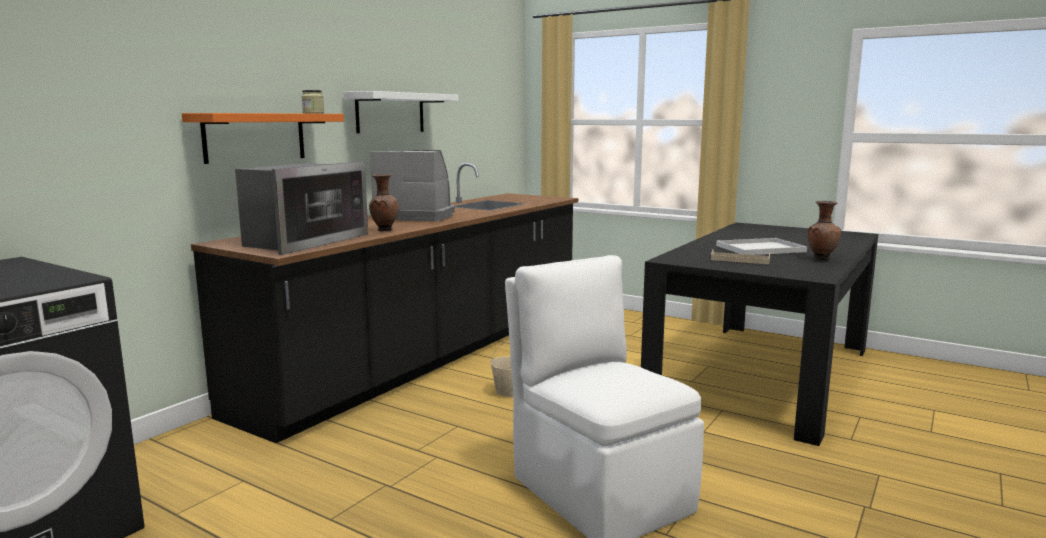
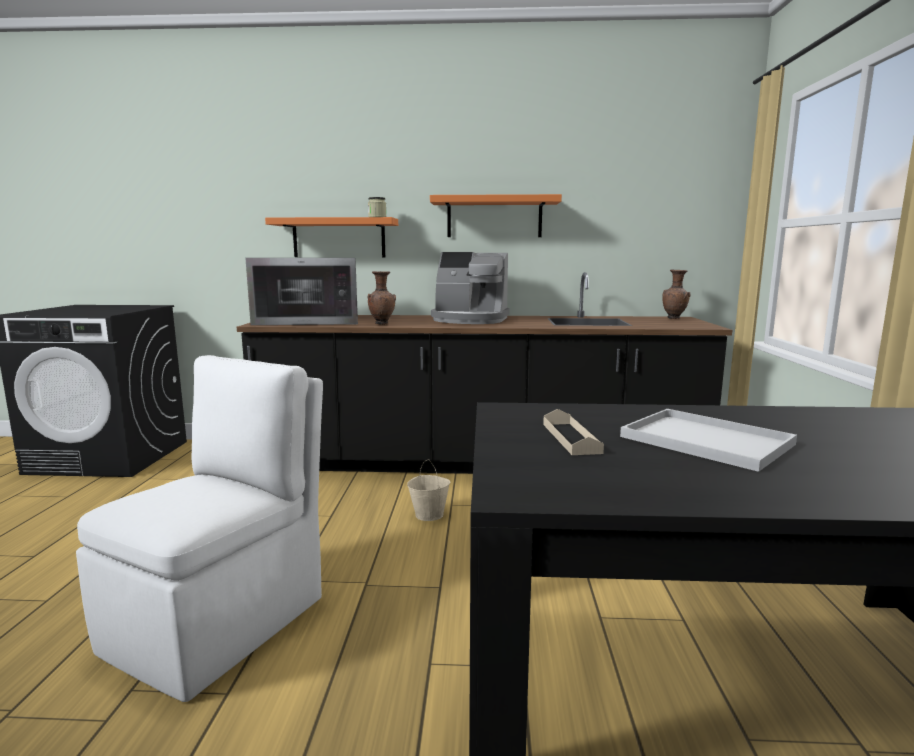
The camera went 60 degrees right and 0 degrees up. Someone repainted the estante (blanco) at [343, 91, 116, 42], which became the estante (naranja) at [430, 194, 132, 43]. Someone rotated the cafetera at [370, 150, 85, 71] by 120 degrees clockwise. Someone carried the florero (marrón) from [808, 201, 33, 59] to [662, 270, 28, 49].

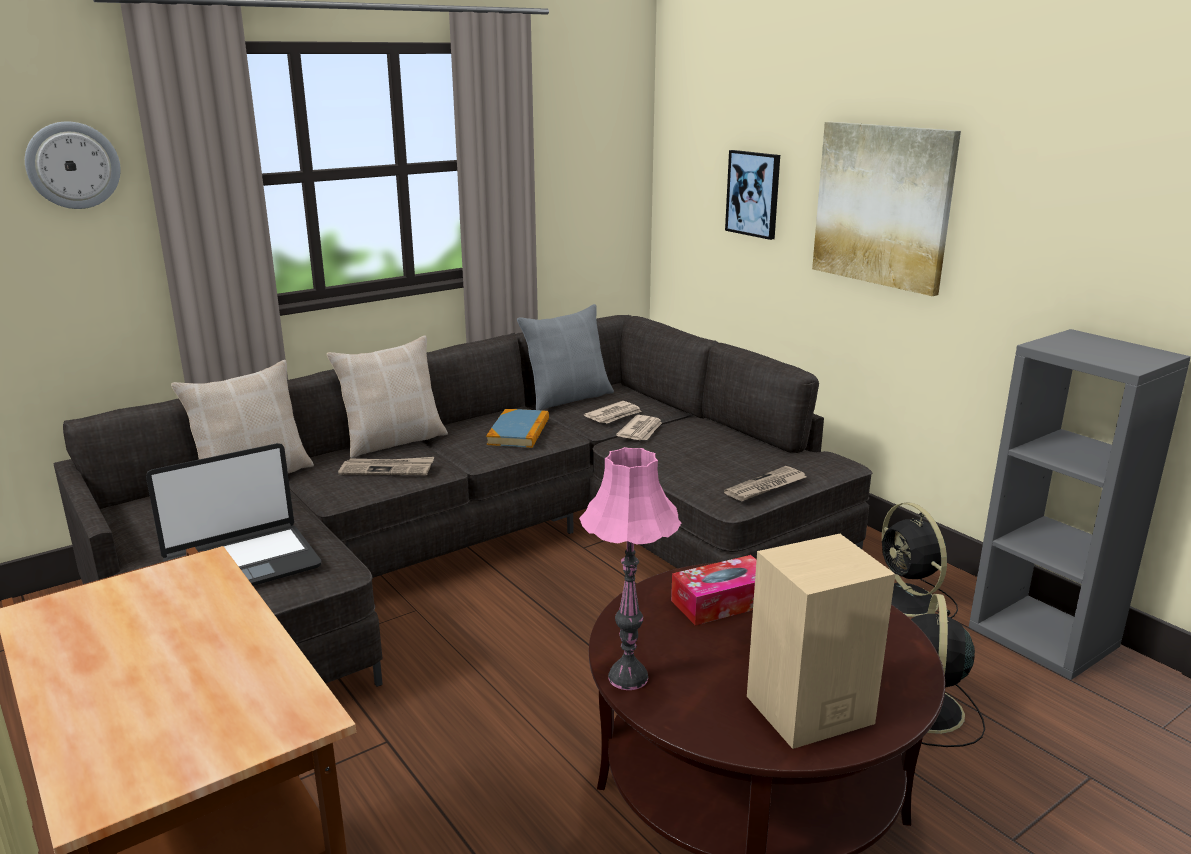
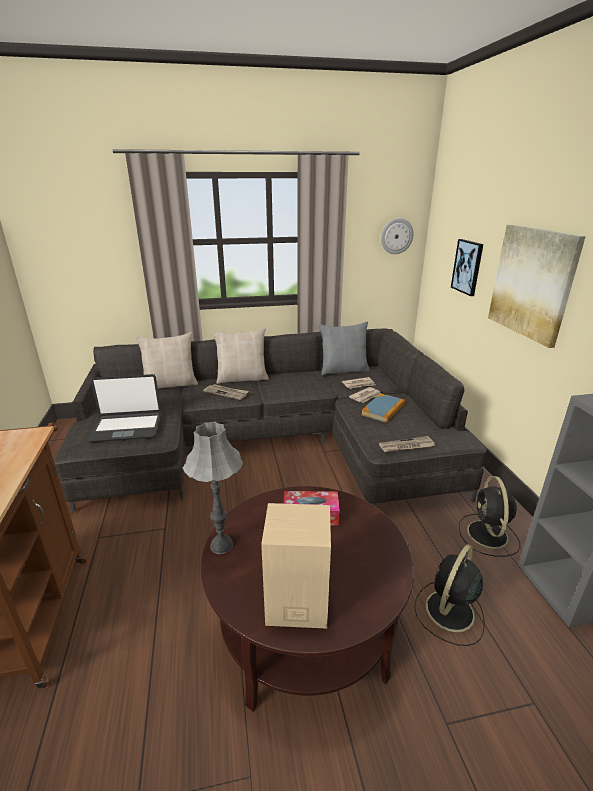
The camera went 25 degrees right and 5 degrees up. Someone carried the reloj de pared from [25, 121, 96, 88] to [381, 218, 32, 36]. Someone carried the libro from [486, 409, 63, 39] to [361, 393, 44, 30]. Someone repainted the lámpara de mesa (rosa) at [579, 447, 102, 243], which became the lámpara de mesa (gris) at [183, 422, 60, 132].

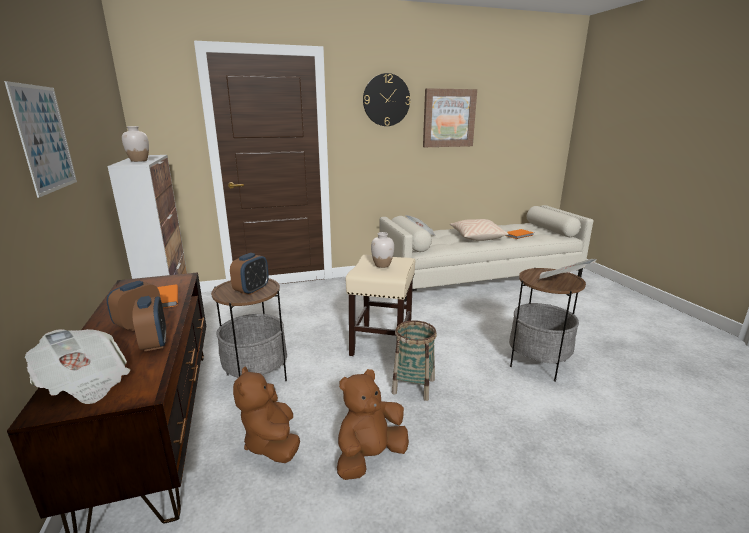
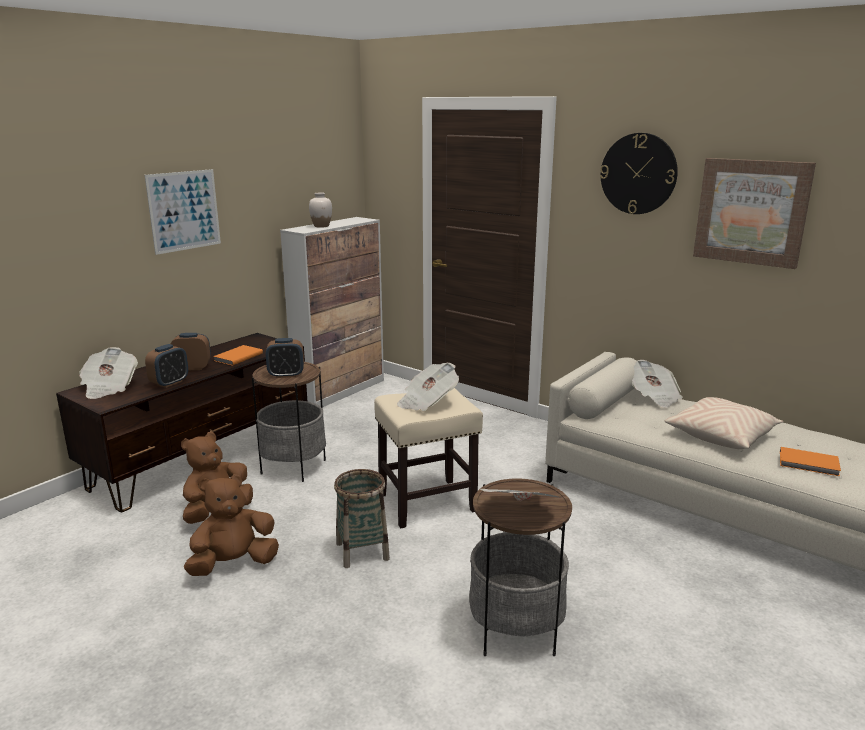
The camera went 55 degrees right and 0 degrees up. Someone swapped the florero (blanco) at [371, 232, 23, 36] for the periódico at [397, 363, 62, 48]. Someone rotated the peluche (marrón) at [337, 369, 72, 111] by 45 degrees counterclockwise.

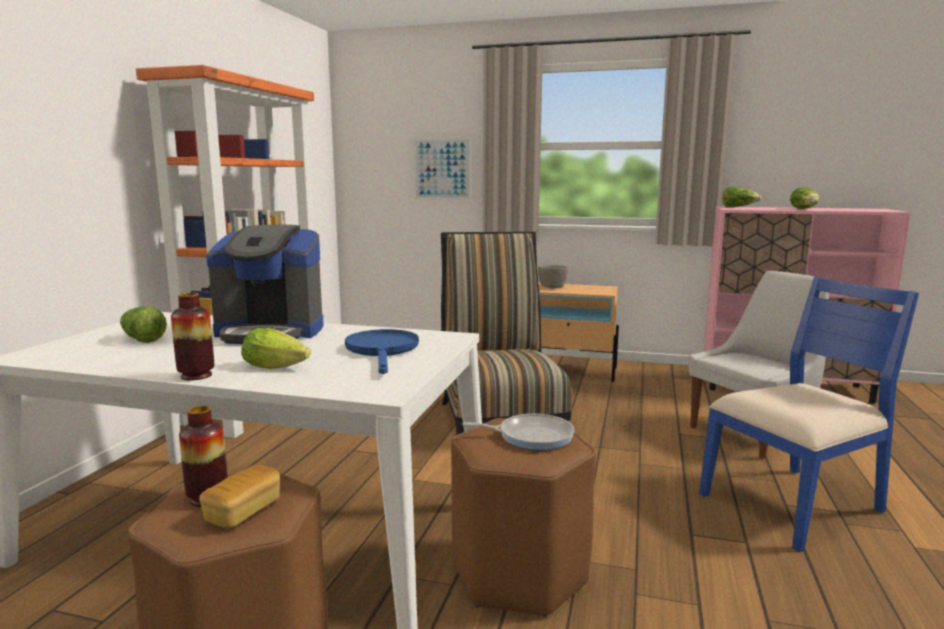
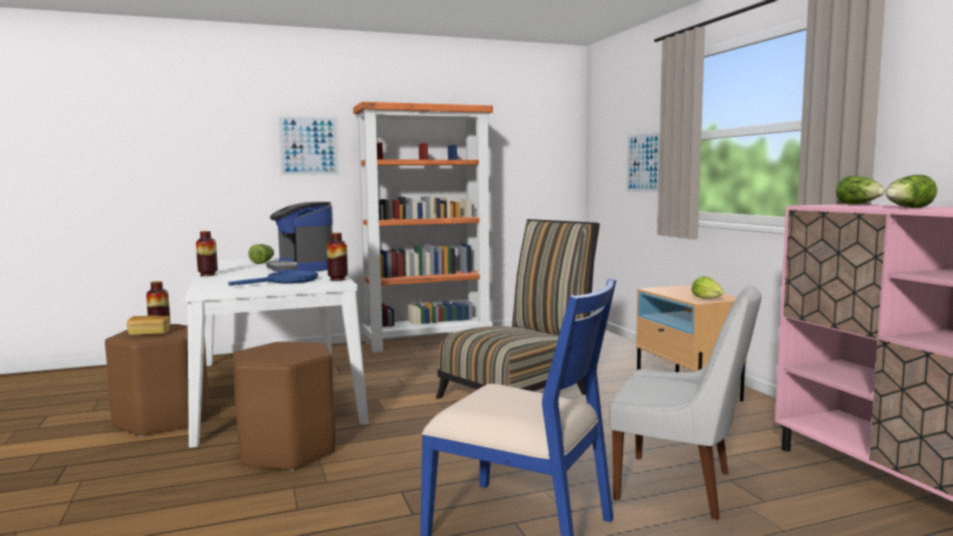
The camera went 55 degrees right and 5 degrees down. Someone took away the cuenco (gris) at [538, 265, 30, 23]. Someone carried the lechuga from [241, 328, 70, 41] to [691, 276, 33, 23]. Someone took away the sartén at [462, 414, 112, 36]. Someone put up the cuadro at [277, 115, 63, 61]. Someone put down the florero at [327, 233, 21, 48].

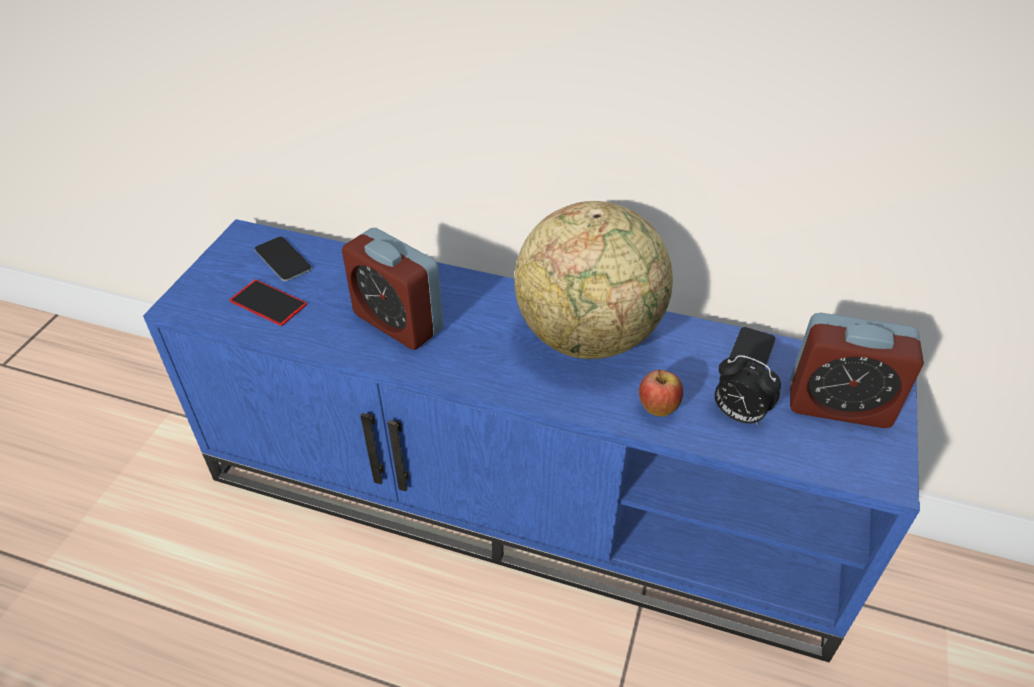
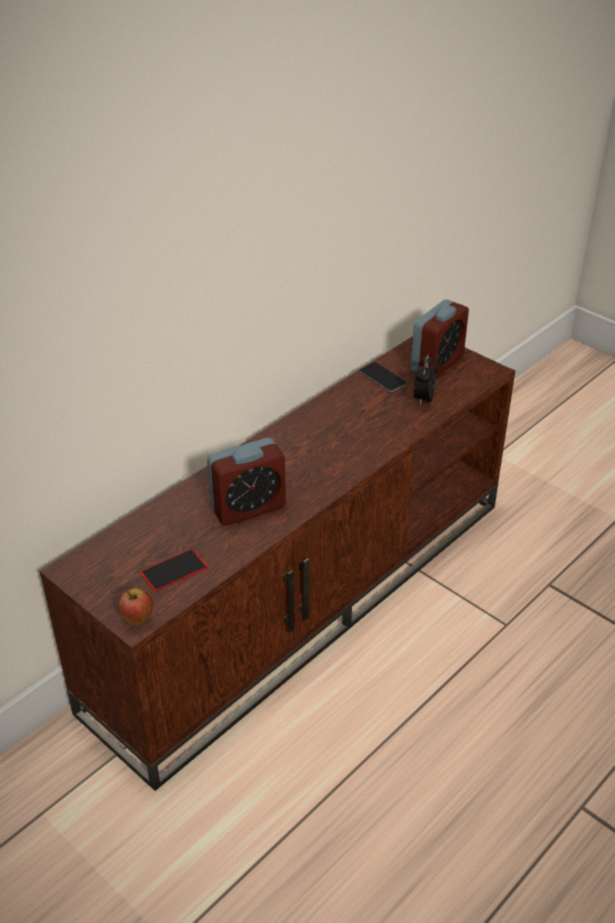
The camera went 65 degrees left and 5 degrees down. Someone took away the globo terráqueo at [514, 201, 159, 158]. Someone repainted the mueble de televisión (azul) at [143, 219, 777, 443], which became the mueble de televisión (marrón) at [39, 336, 476, 455]. Someone took away the móvil at [255, 237, 57, 44]. Someone rotated the despertador at [715, 355, 66, 71] by 135 degrees clockwise. Someone carried the manzana from [639, 369, 44, 47] to [118, 588, 35, 37].

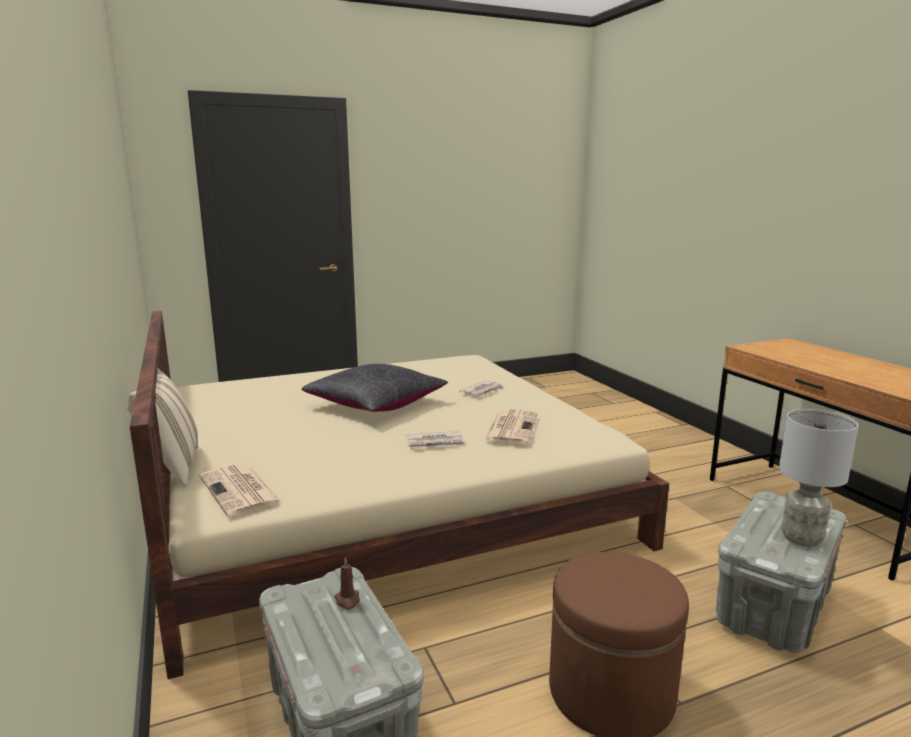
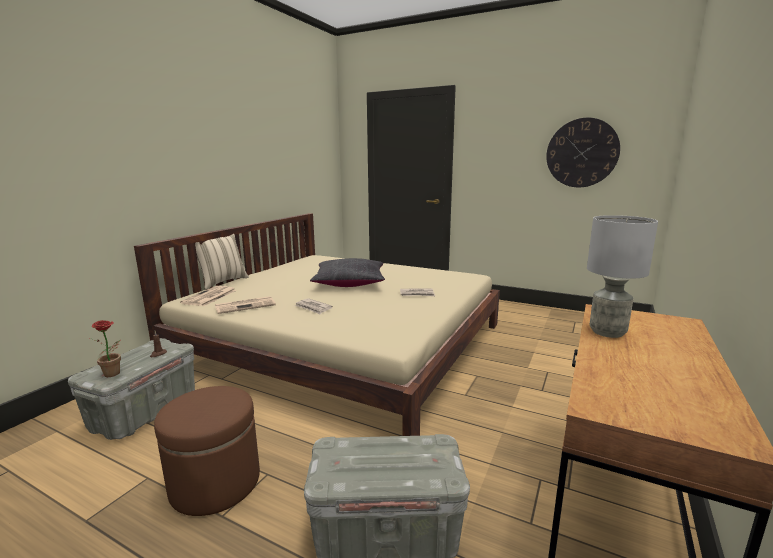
The camera went 50 degrees right and 0 degrees up. Someone carried the periódico from [484, 409, 53, 36] to [215, 296, 61, 18]. Someone carried the lámpara de mesa (gris) from [779, 409, 79, 138] to [587, 215, 71, 123]. Someone put up the reloj de pared at [546, 118, 74, 69]. Someone put down the planta en maceta at [90, 320, 31, 57].

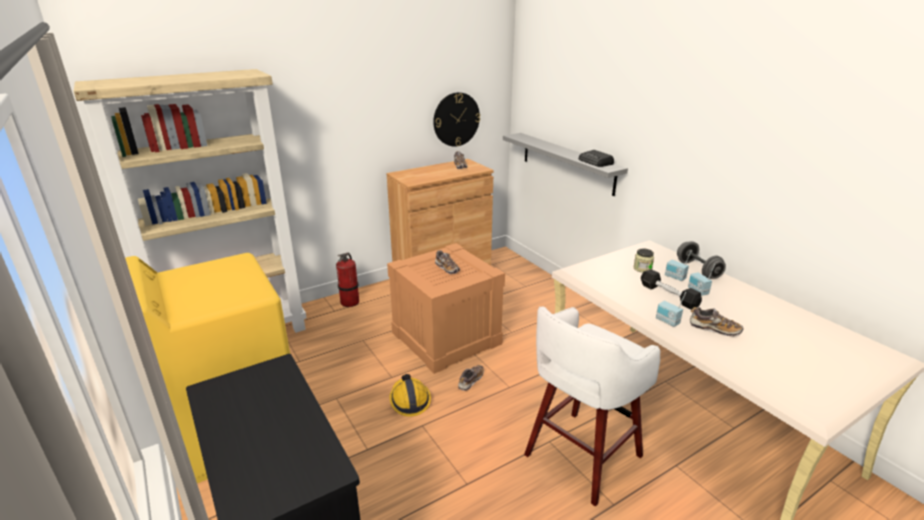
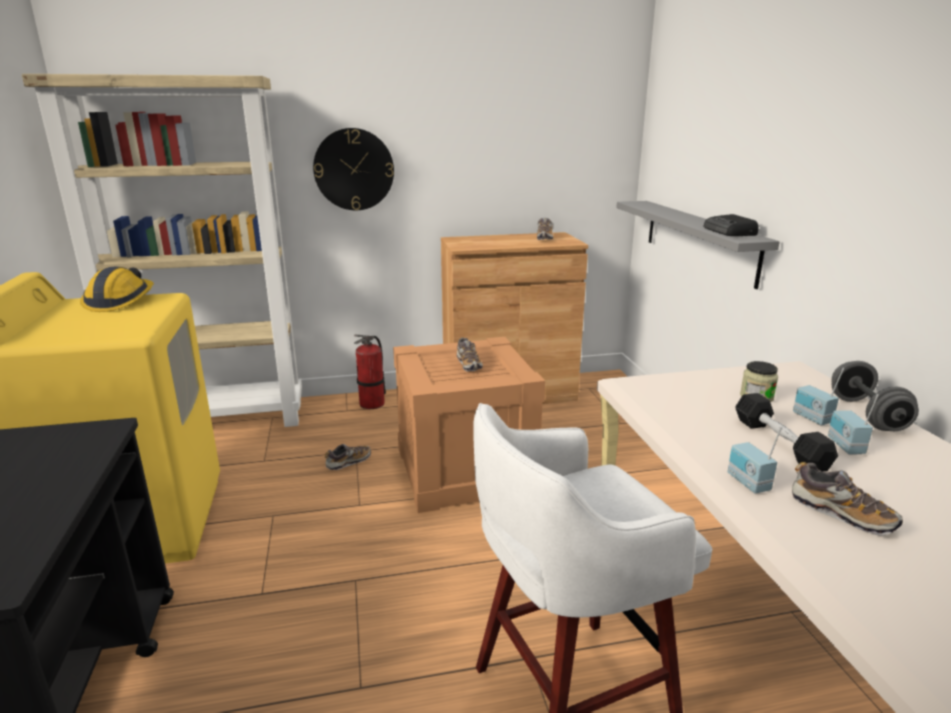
The camera went 20 degrees right and 5 degrees down. Someone carried the reloj de pared from [433, 92, 47, 55] to [313, 128, 81, 82]. Someone carried the zapato from [458, 365, 26, 26] to [325, 444, 46, 26]. Someone carried the casco from [389, 374, 42, 43] to [80, 267, 74, 45].

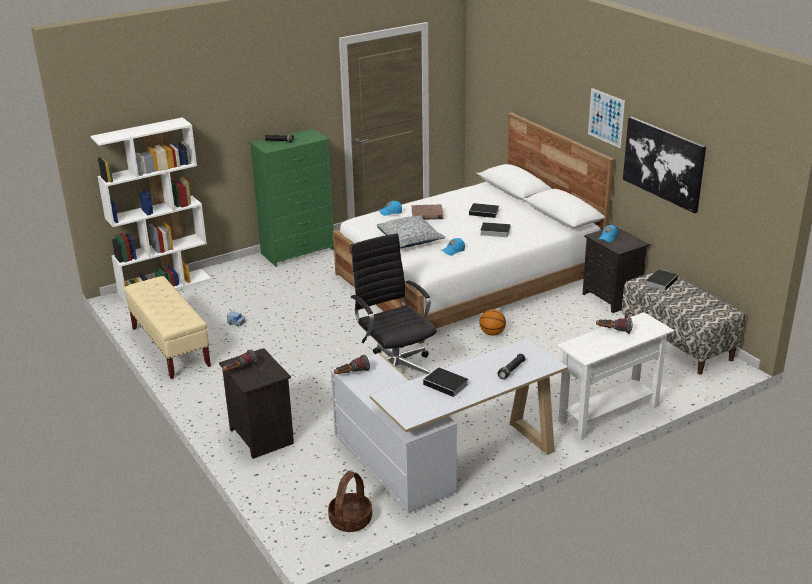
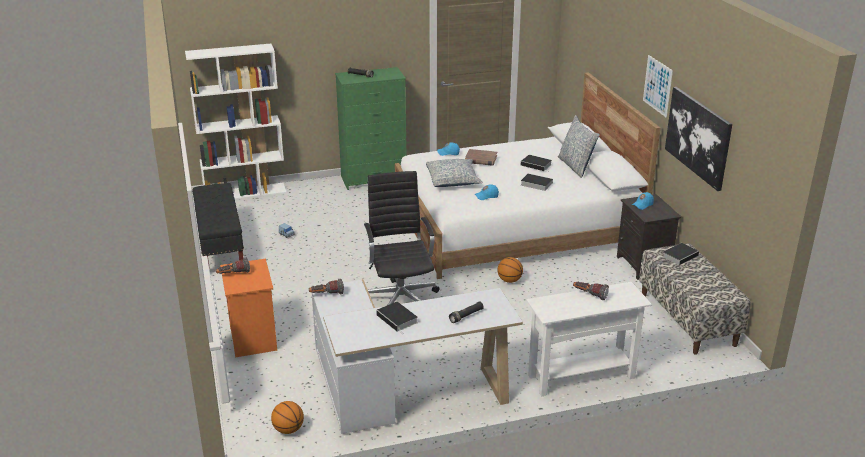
The camera went 15 degrees right and 0 degrees up. Someone repainted the banco (beis) at [124, 276, 87, 103], which became the banco (negro) at [192, 183, 52, 80]. Someone repainted the mesita de noche (negro) at [219, 348, 75, 111], which became the mesita de noche (naranja) at [220, 259, 57, 99]. Someone swapped the cesta at [328, 471, 44, 61] for the balón de baloncesto at [271, 401, 33, 33]. Someone put down the cojín at [558, 115, 42, 63].

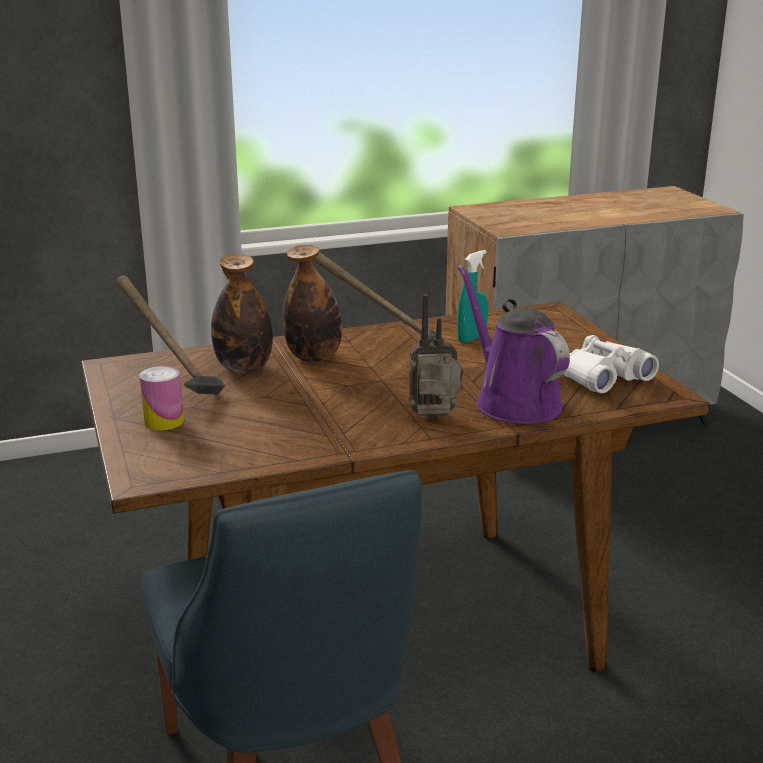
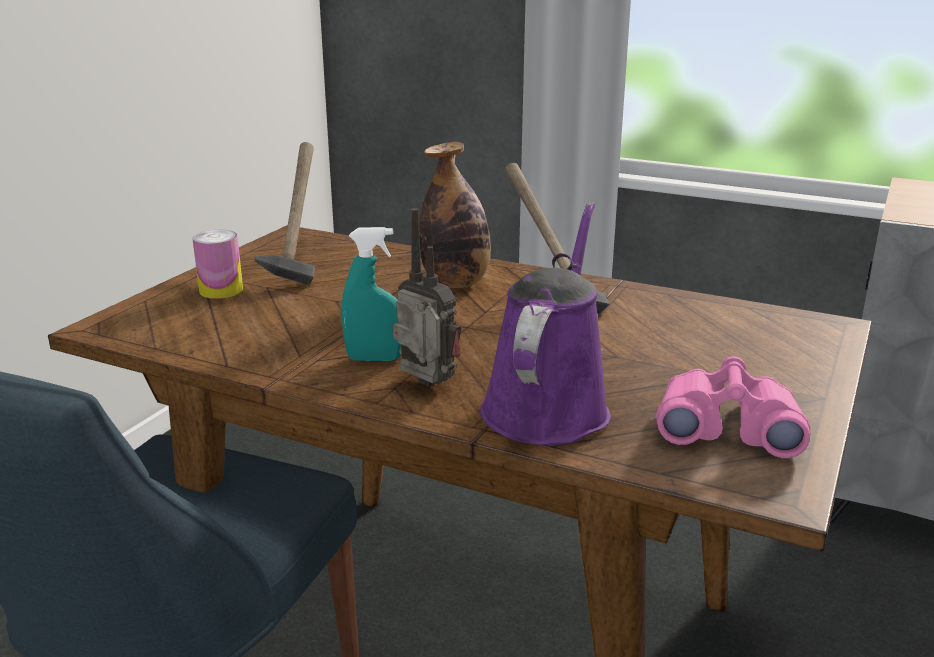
The camera went 45 degrees right and 0 degrees up. Someone carried the pulverizador (turquesa) from [457, 250, 31, 93] to [342, 227, 59, 134]. Someone took away the botella at [211, 254, 62, 119]. Someone repainted the prismáticos (blanco) at [563, 335, 96, 58], which became the prismáticos (rosa) at [656, 356, 154, 102].

